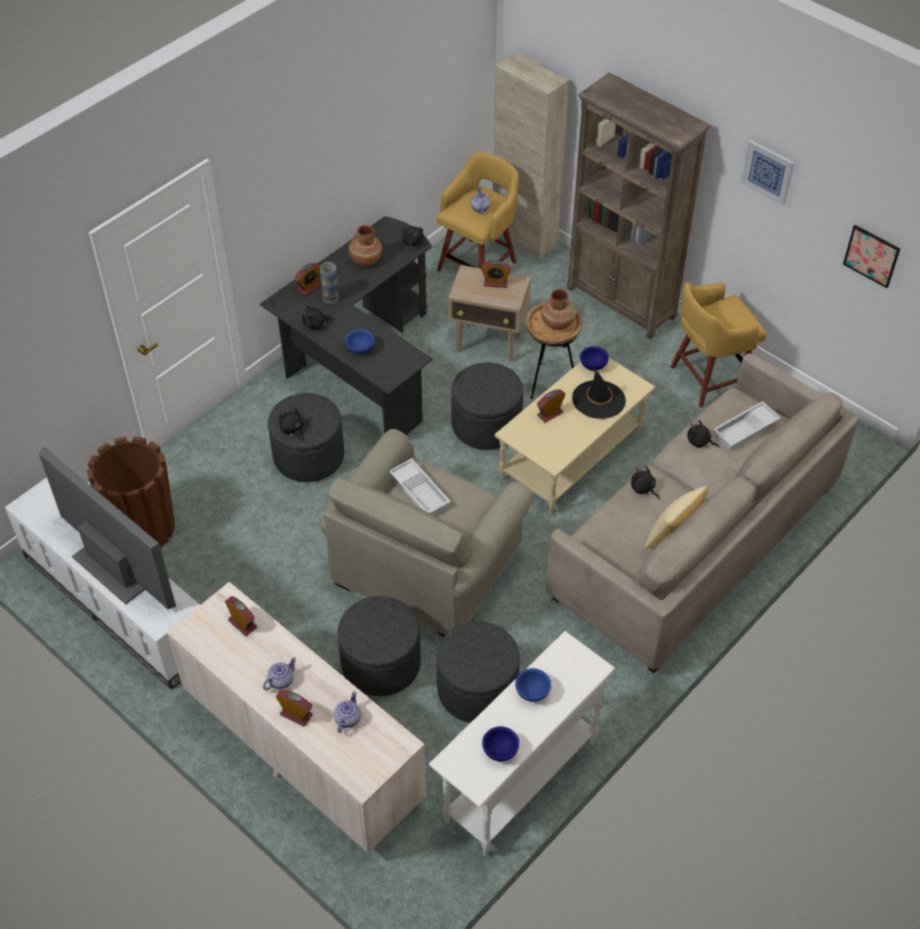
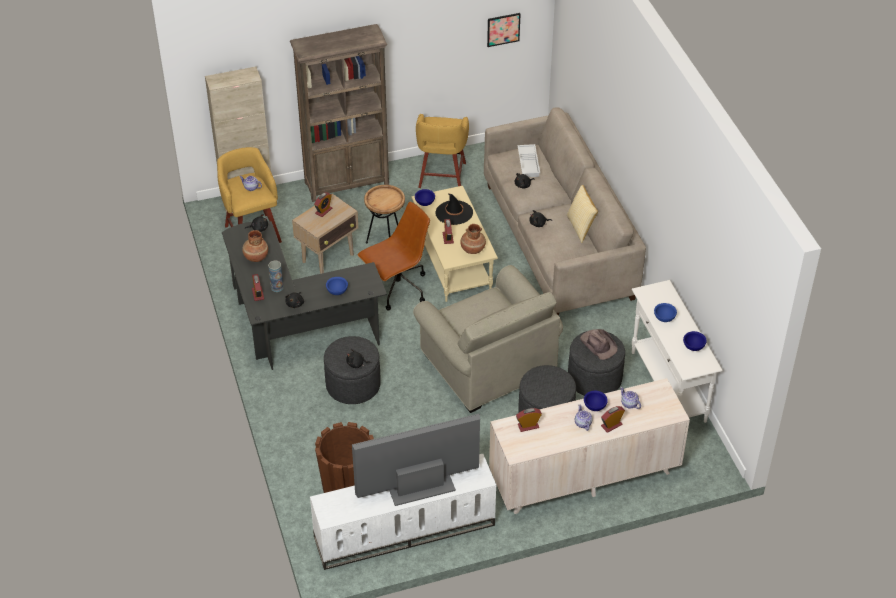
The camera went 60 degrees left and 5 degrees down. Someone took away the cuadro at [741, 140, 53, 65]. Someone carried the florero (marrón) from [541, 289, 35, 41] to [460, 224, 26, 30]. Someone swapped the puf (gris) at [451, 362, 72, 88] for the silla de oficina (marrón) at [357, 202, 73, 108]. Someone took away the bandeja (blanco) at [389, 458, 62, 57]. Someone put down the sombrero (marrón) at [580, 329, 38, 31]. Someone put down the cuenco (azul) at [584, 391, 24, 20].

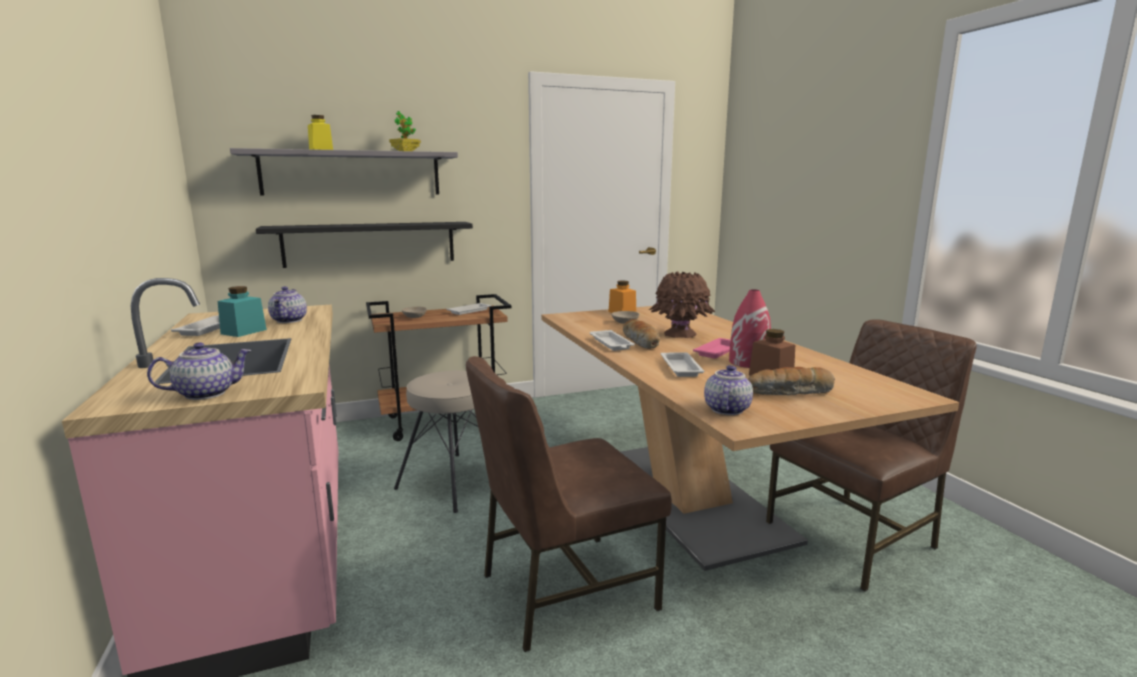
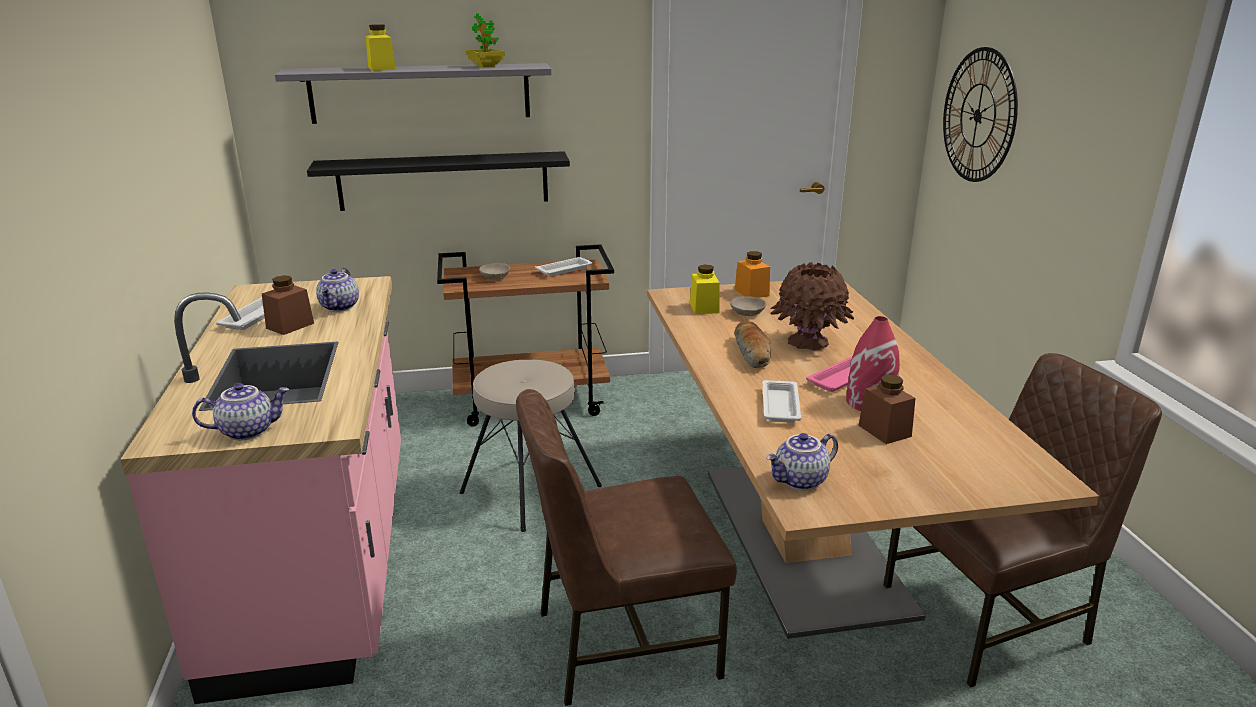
The camera went 10 degrees right and 10 degrees up. Someone repainted the tarro (turquesa) at [218, 286, 49, 51], which became the tarro (marrón) at [262, 275, 52, 60]. Someone took away the bandeja (blanco) at [590, 330, 45, 21]. Someone rotated the tetera at [704, 365, 49, 50] by 150 degrees counterclockwise. Someone took away the pan at [748, 367, 87, 28]. Someone put up the reloj de pared at [943, 47, 75, 135]. Someone put down the tarro (amarillo) at [690, 265, 30, 49].

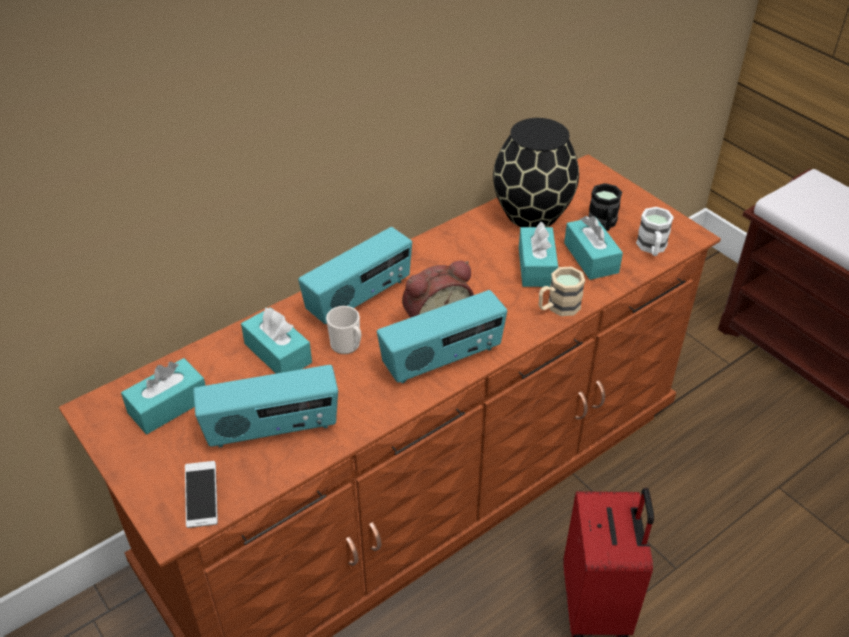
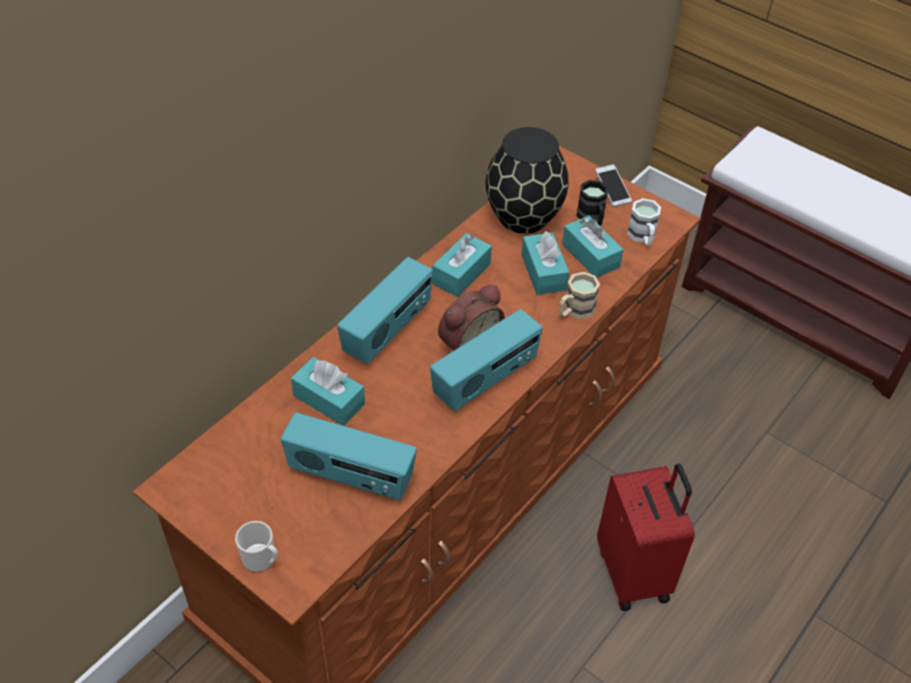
The camera went 15 degrees left and 5 degrees up. Someone carried the taza grande from [326, 306, 35, 48] to [235, 521, 43, 51]. Someone carried the caja de pañuelos (turquesa) from [121, 358, 85, 76] to [432, 233, 60, 64]. Someone rotated the radio at [193, 365, 145, 83] by 45 degrees clockwise. Someone carried the móvil from [185, 461, 33, 67] to [595, 164, 37, 43].

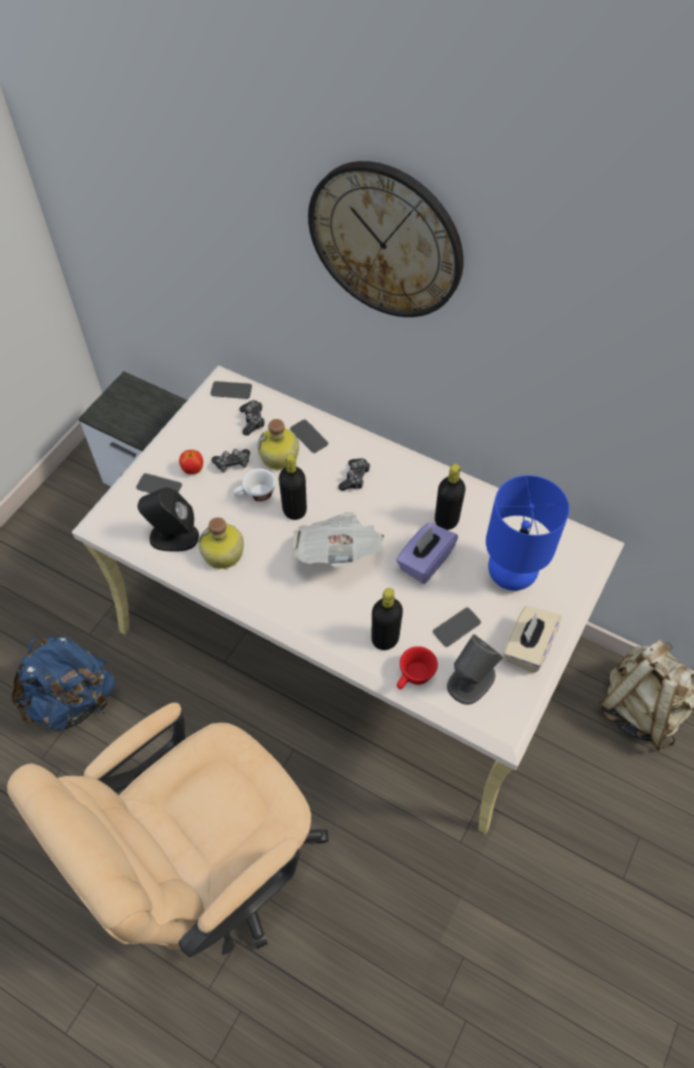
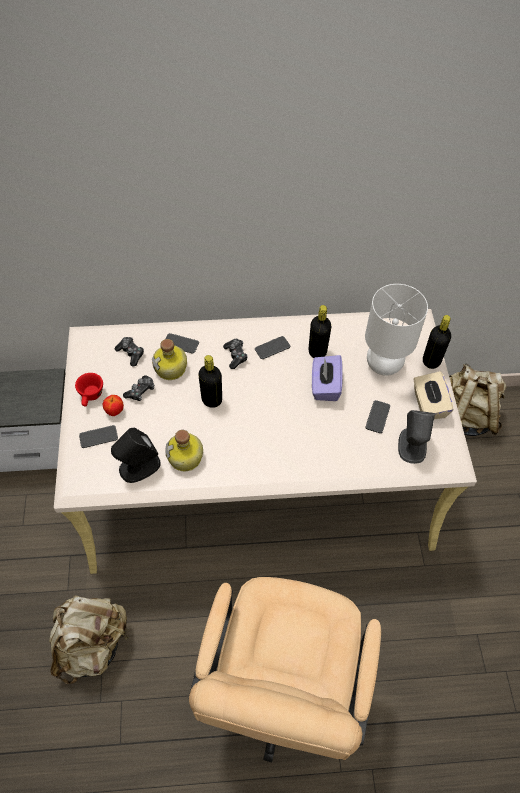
The camera went 35 degrees left and 0 degrees up. Someone took away the reloj de pared at [308, 161, 156, 156]. Someone carried the móvil from [211, 381, 41, 18] to [255, 336, 35, 23]. Someone took away the taza (blanco) at [233, 468, 43, 34]. Someone repainted the lámpara de mesa (azul) at [486, 475, 83, 116], which became the lámpara de mesa (blanco) at [365, 284, 63, 92]. Someone took away the periódico at [292, 512, 92, 56]. Someone carried the botella (negro) from [371, 588, 32, 62] to [423, 315, 28, 54]. Someone repainted the mochila (azul) at [12, 635, 103, 95], which became the mochila (beis) at [49, 596, 80, 88]. Someone carried the taza (rojo) from [397, 646, 41, 43] to [75, 373, 28, 33].

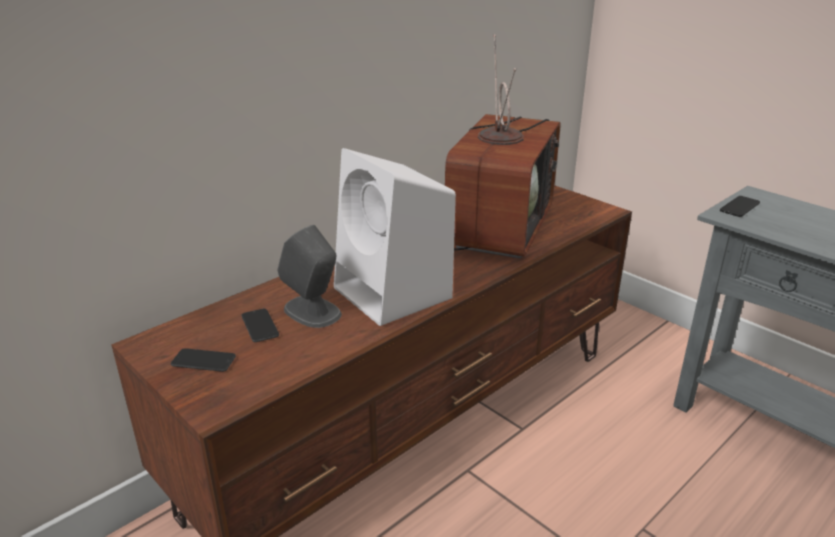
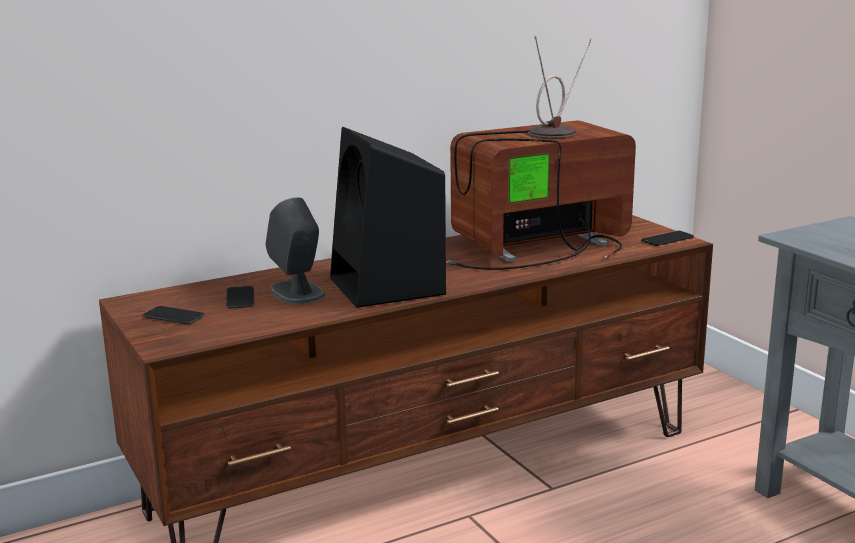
The camera went 15 degrees right and 10 degrees down. Someone rotated the televisor at [445, 34, 115, 224] by 150 degrees counterclockwise. Someone repainted the altavoz (blanco) at [334, 148, 122, 178], which became the altavoz (negro) at [330, 127, 116, 181]. Someone carried the móvil from [720, 196, 40, 21] to [642, 231, 52, 15].

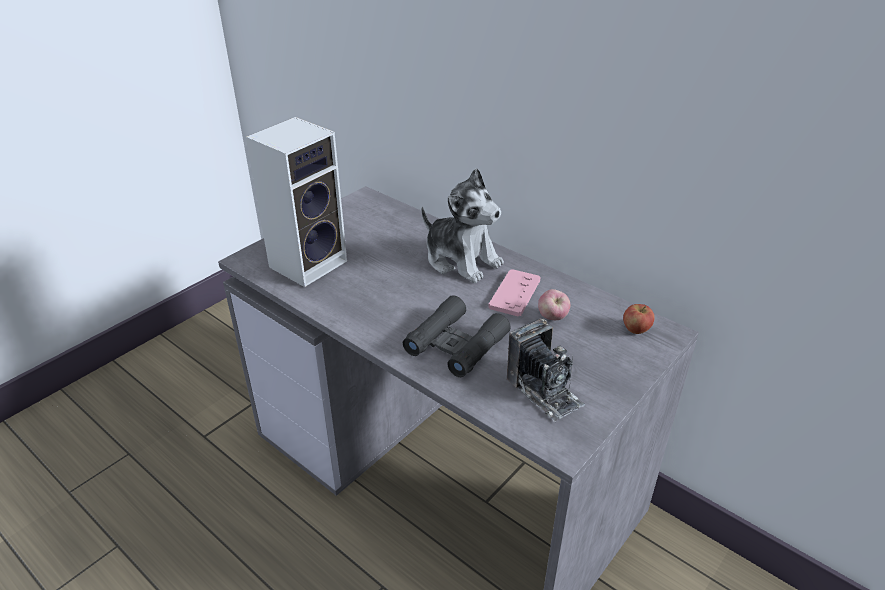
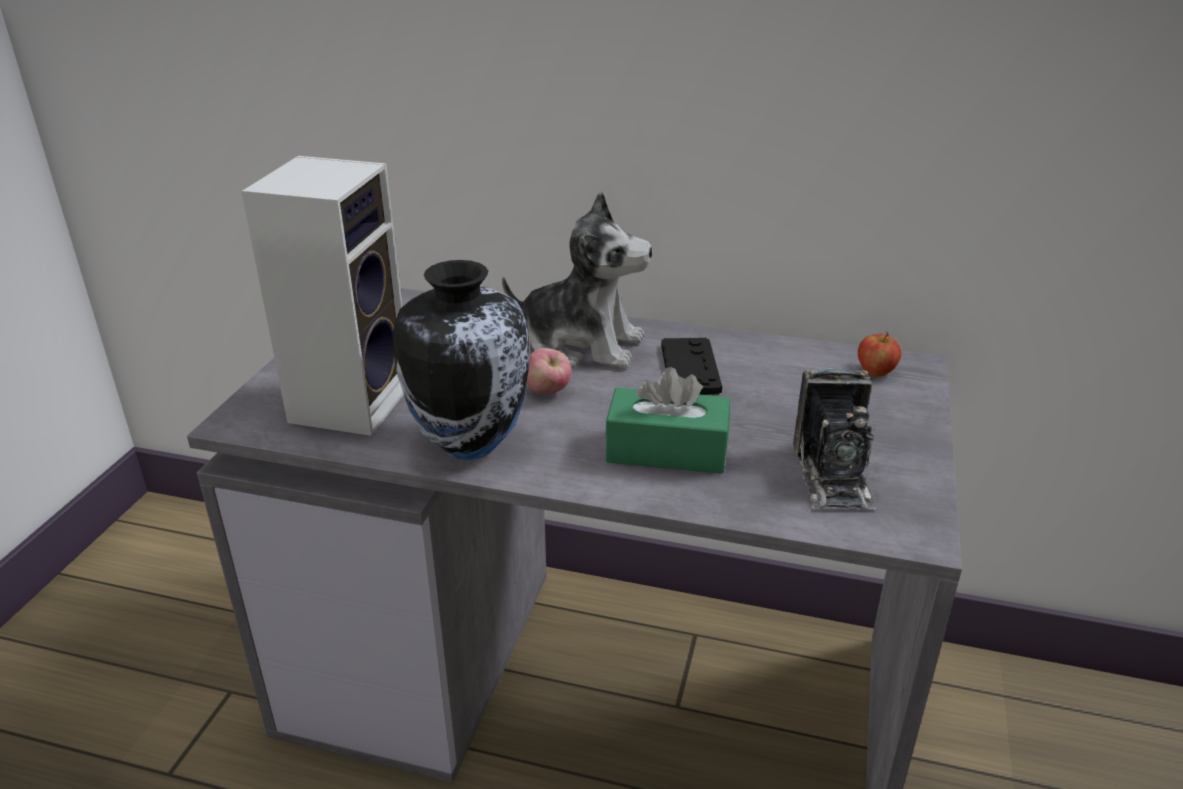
The camera went 25 degrees left and 5 degrees down. Someone repainted the mando de consola (rosa) at [488, 269, 53, 48], which became the mando de consola (negro) at [661, 338, 61, 57]. Someone carried the manzana from [538, 289, 32, 31] to [527, 348, 44, 46]. Someone swapped the prismáticos (negro) at [403, 295, 108, 82] for the caja de pañuelos (verde) at [605, 367, 125, 107]. Someone rotated the cámara at [507, 318, 78, 104] by 60 degrees clockwise. Someone put down the florero at [393, 260, 137, 200].

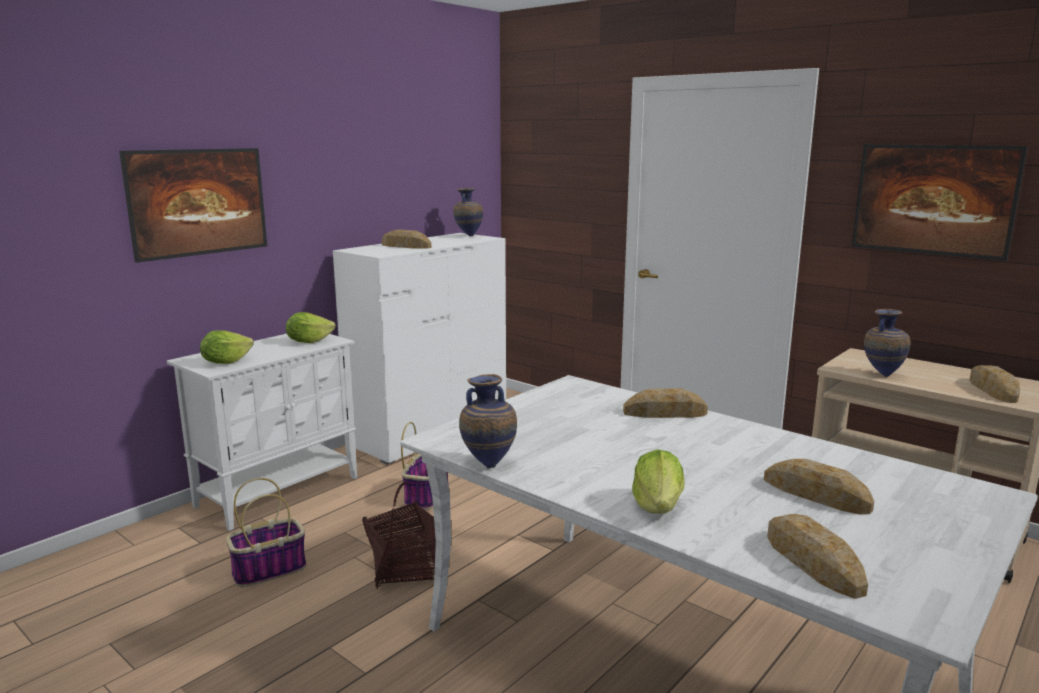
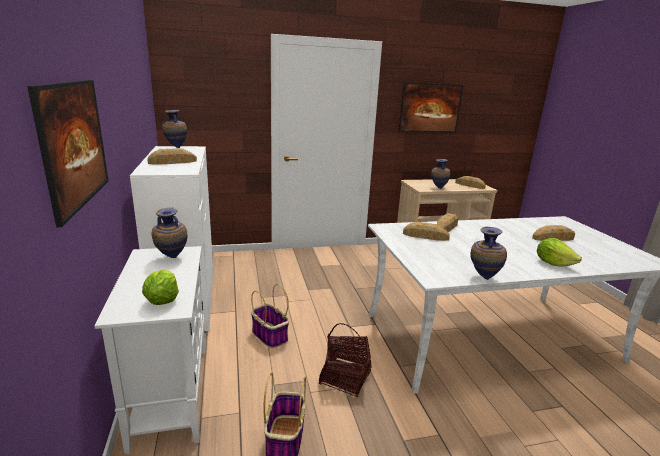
The camera went 55 degrees left and 5 degrees up. Someone swapped the lechuga at [286, 312, 50, 31] for the florero at [152, 208, 36, 50]. Someone carried the pan from [767, 514, 101, 85] to [403, 222, 47, 19].

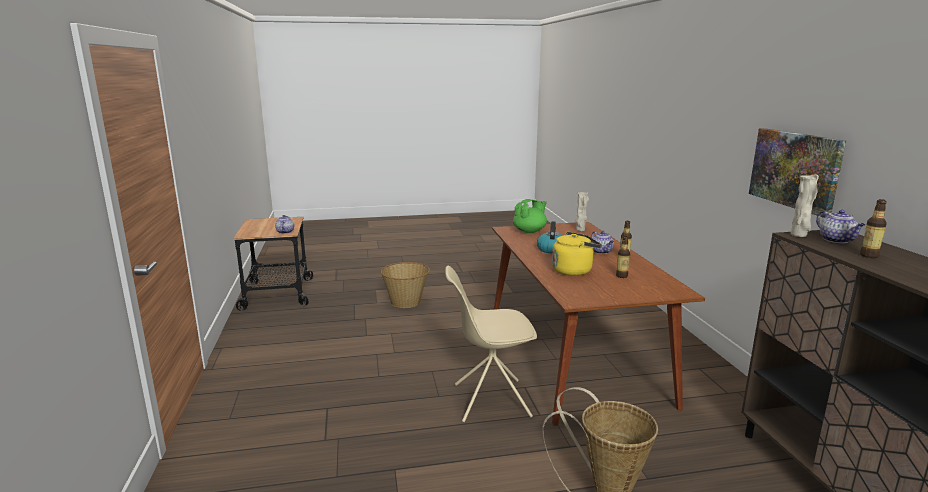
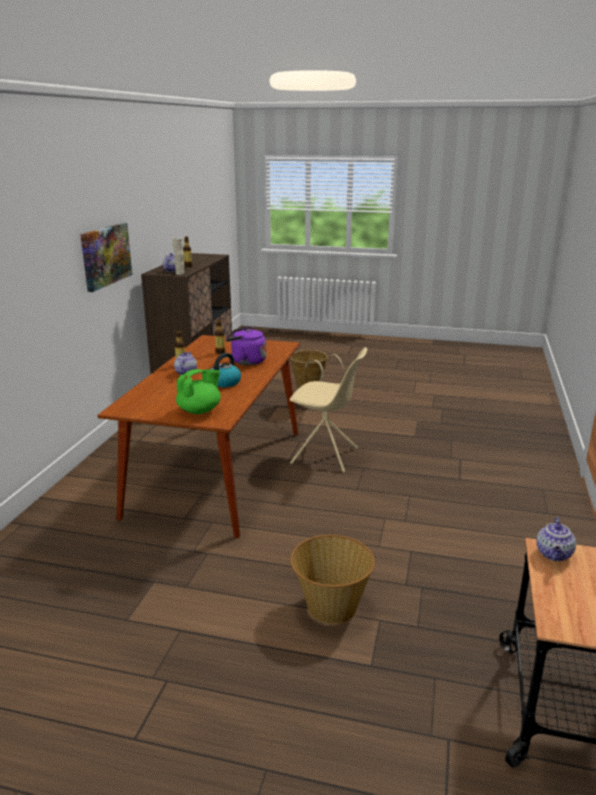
The camera went 155 degrees left and 5 degrees up. Someone took away the florero (beis) at [576, 192, 13, 39]. Someone rotated the tetera (verde) at [513, 199, 34, 34] by 150 degrees clockwise. Someone repainted the hervidor (amarillo) at [552, 231, 50, 45], which became the hervidor (morado) at [225, 327, 42, 38].

